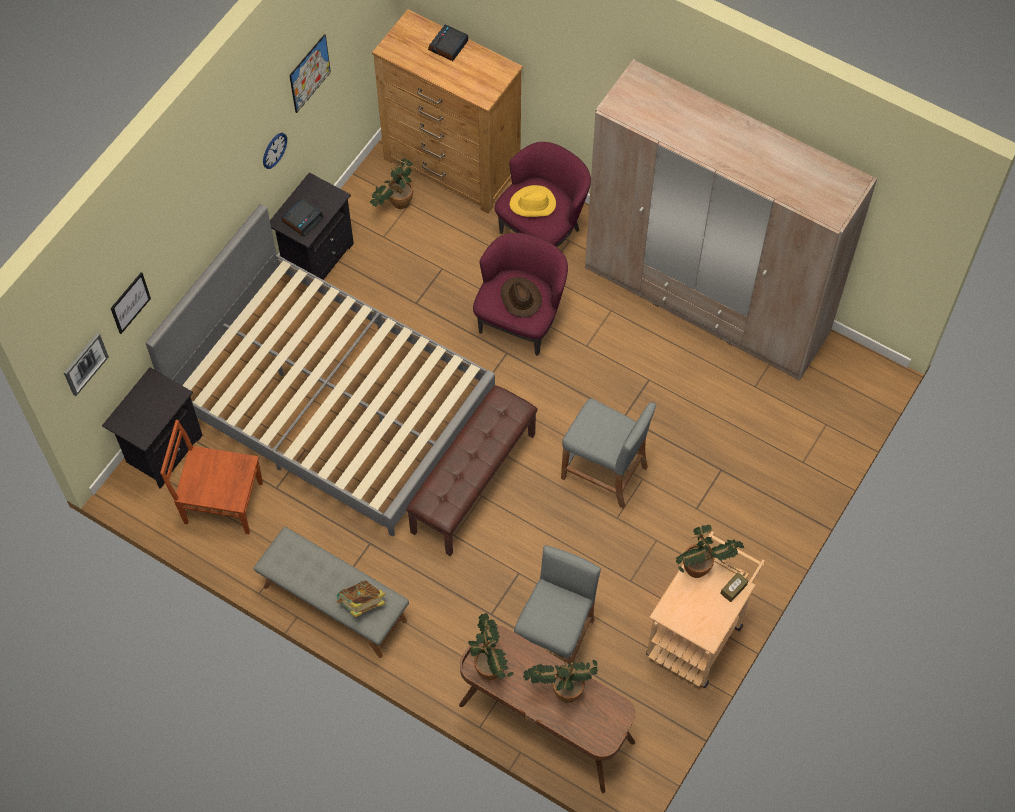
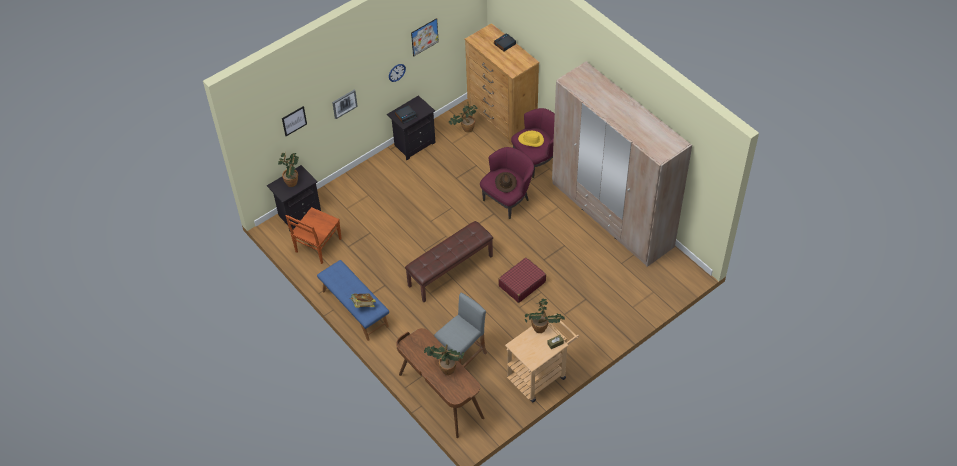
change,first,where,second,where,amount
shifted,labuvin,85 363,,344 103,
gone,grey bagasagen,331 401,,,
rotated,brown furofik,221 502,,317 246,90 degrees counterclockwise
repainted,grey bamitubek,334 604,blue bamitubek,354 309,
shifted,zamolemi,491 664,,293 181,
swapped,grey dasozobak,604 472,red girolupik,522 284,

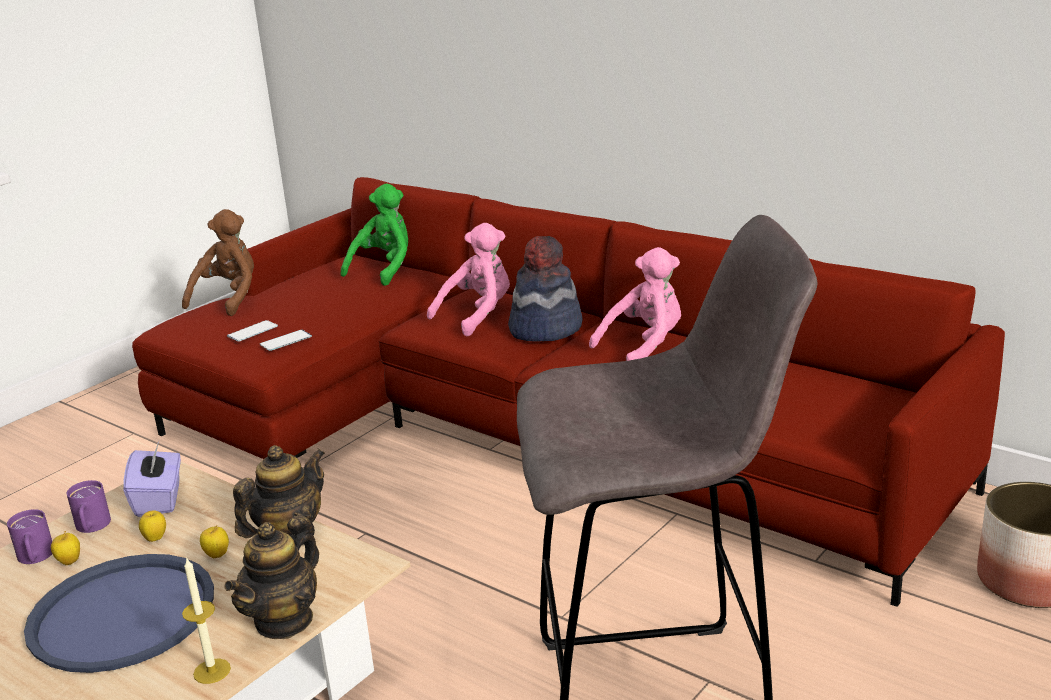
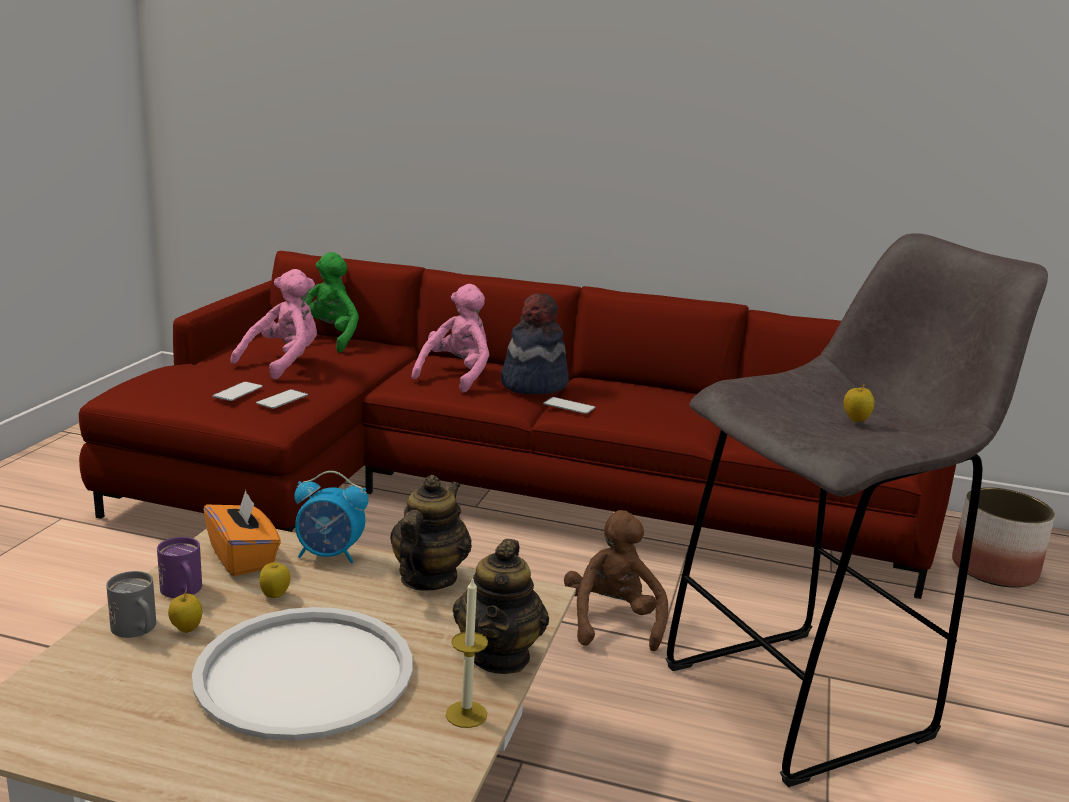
change,first,where,second,where,amount
repainted,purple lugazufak,35 558,grey lugazufak,137 630,
repainted,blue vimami,122 614,white vimami,304 673,
repainted,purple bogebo,159 499,orange bogebo,243 558,
shifted,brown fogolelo,229 298,,612 621,
shifted,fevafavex,217 555,,855 420,
shifted,pink fogolelo,644 347,,283 363,
new,,,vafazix,330 555,
new,,,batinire,569 406,

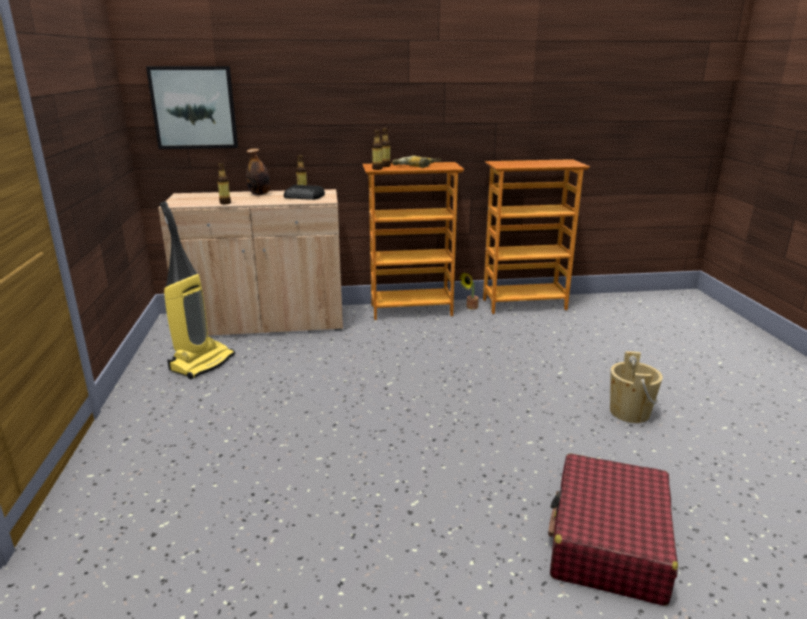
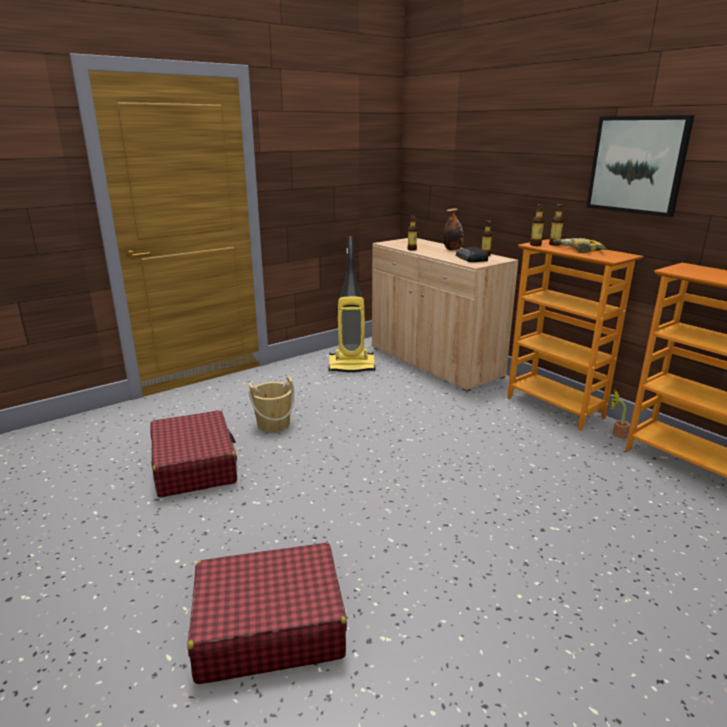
change,first,where,second,where,amount
shifted,labuvin,194 108,,637 165,
shifted,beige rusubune,629 412,,273 424,
new,,,red girolupik,194 465,

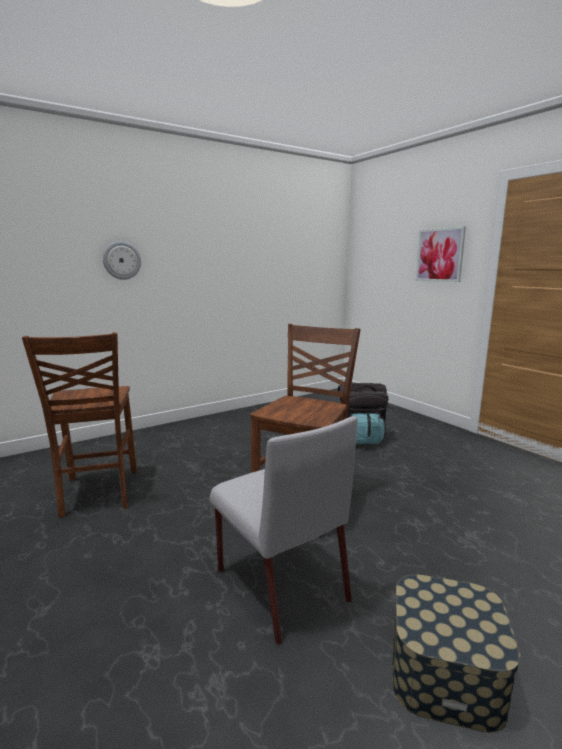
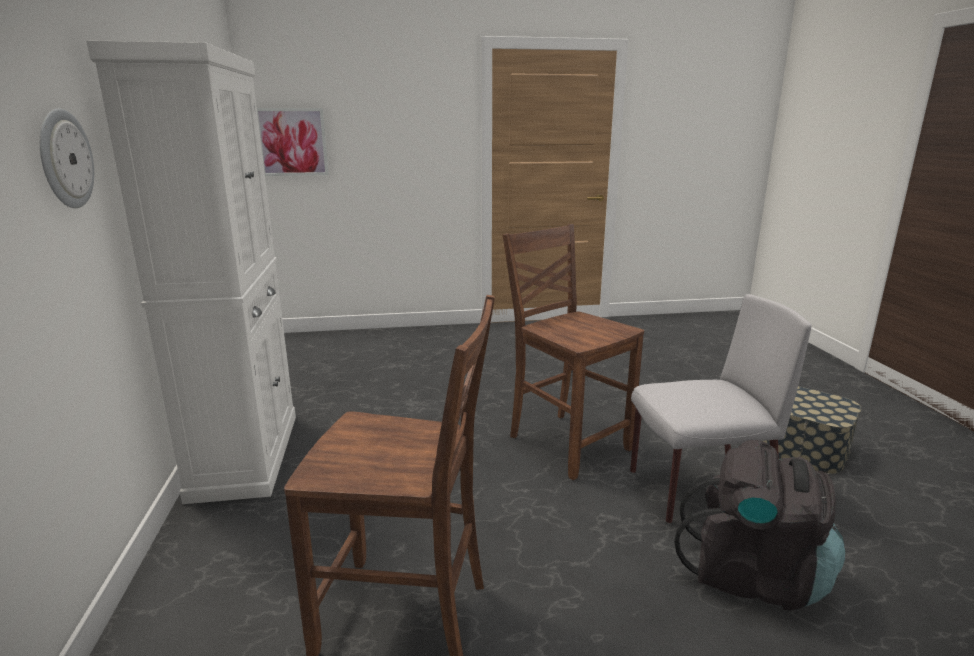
change,first,where,second,where,amount
shifted,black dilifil,360 438,,753 575,
shifted,labuvin,440 255,,292 142,
new,,,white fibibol,246 454,

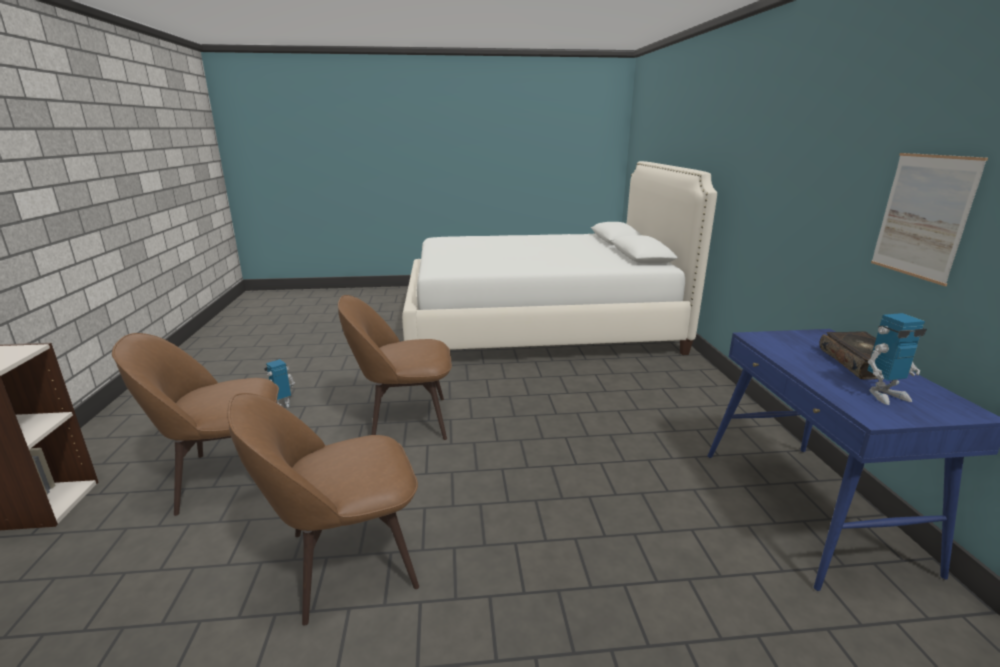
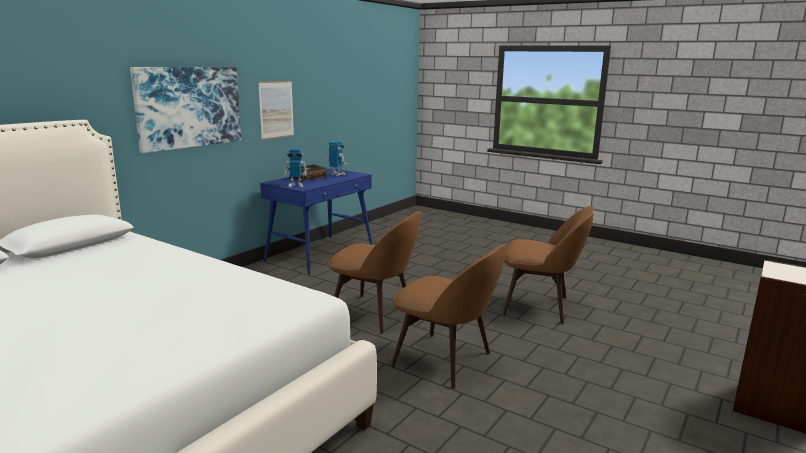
change,first,where,second,where,amount
shifted,brown furofik,227 477,,374 314,
shifted,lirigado,282 405,,296 185,
new,,,labuvin,189 107,

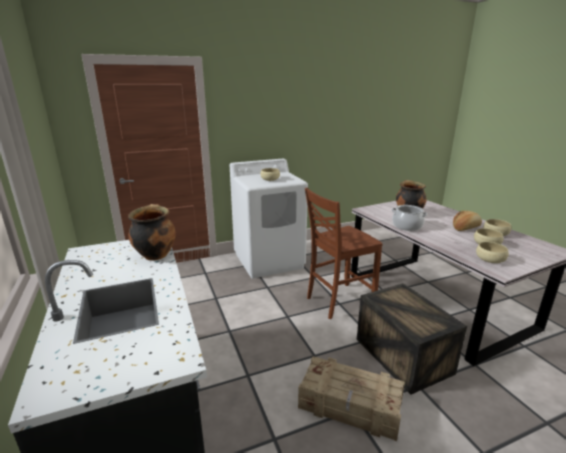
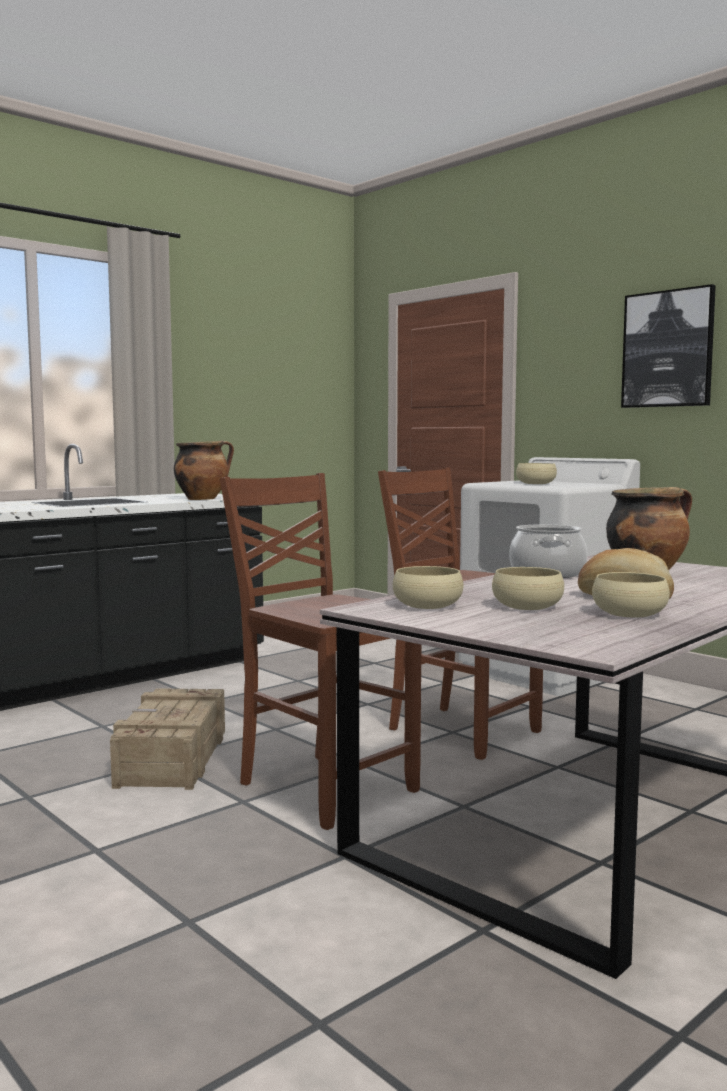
change,first,where,second,where,amount
swapped,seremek,401 355,brown furofik,324 787,
new,,,labuvin,668 349,

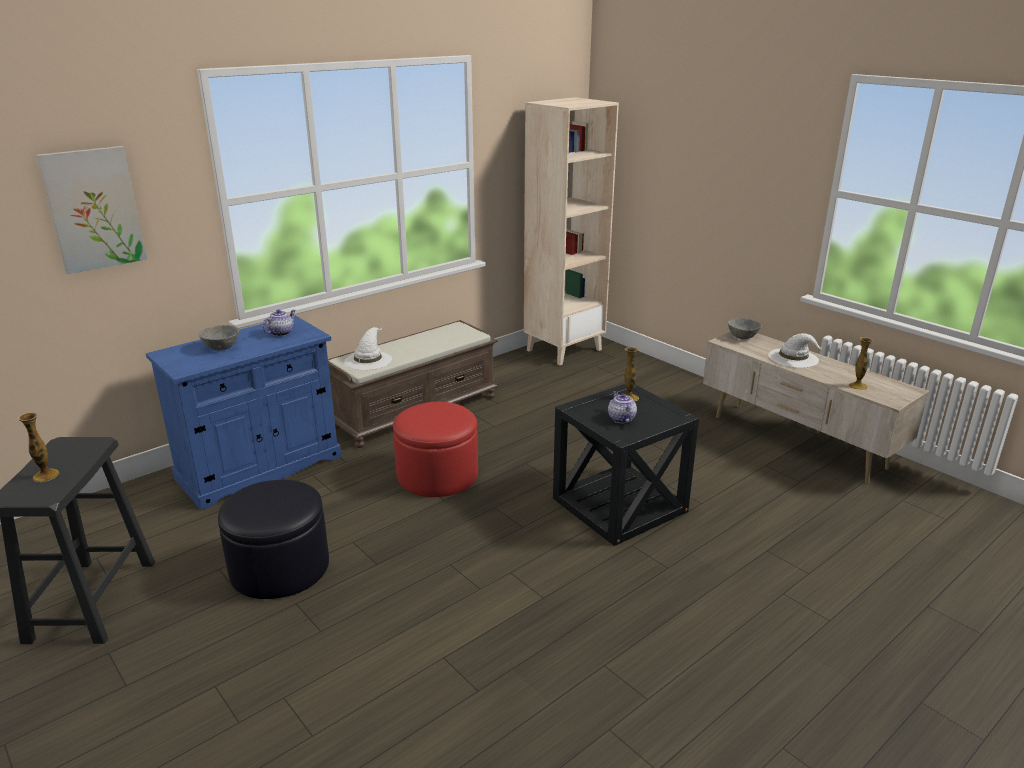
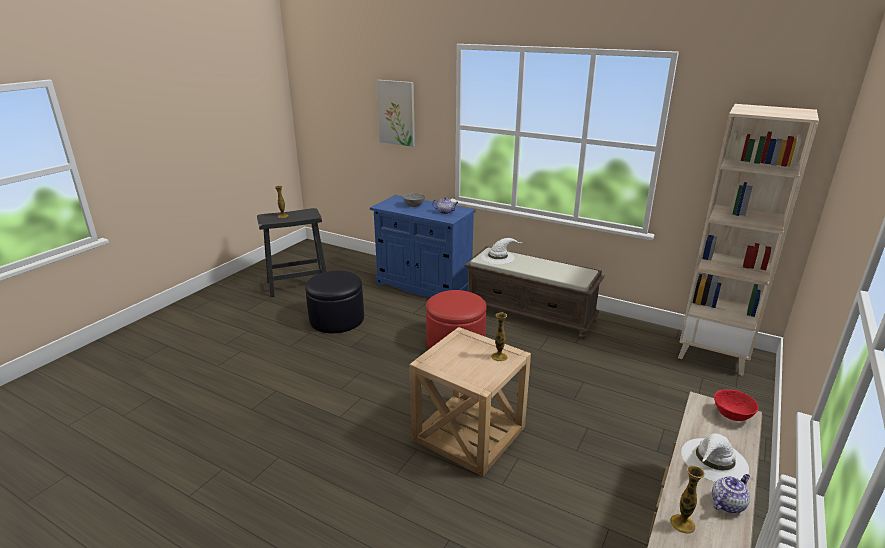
change,first,where,second,where,amount
repainted,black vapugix,619 505,beige vapugix,469 433,
shifted,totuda,621 418,,727 503,
repainted,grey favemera,742 337,red favemera,732 415,

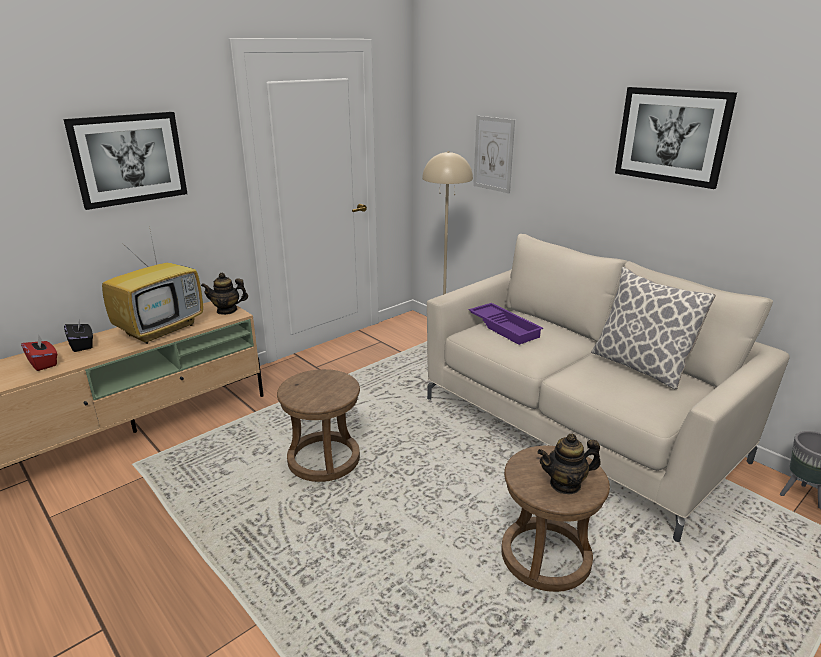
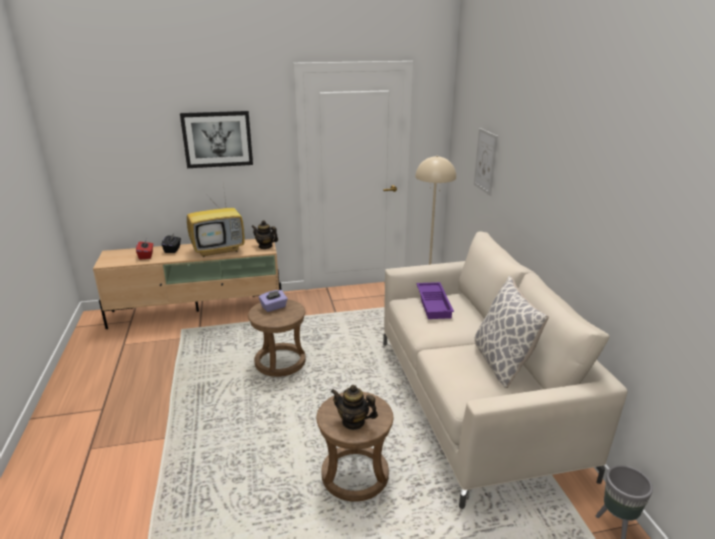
change,first,where,second,where,amount
gone,labuvin,672 136,,,
new,,,purple bogebo,274 307,

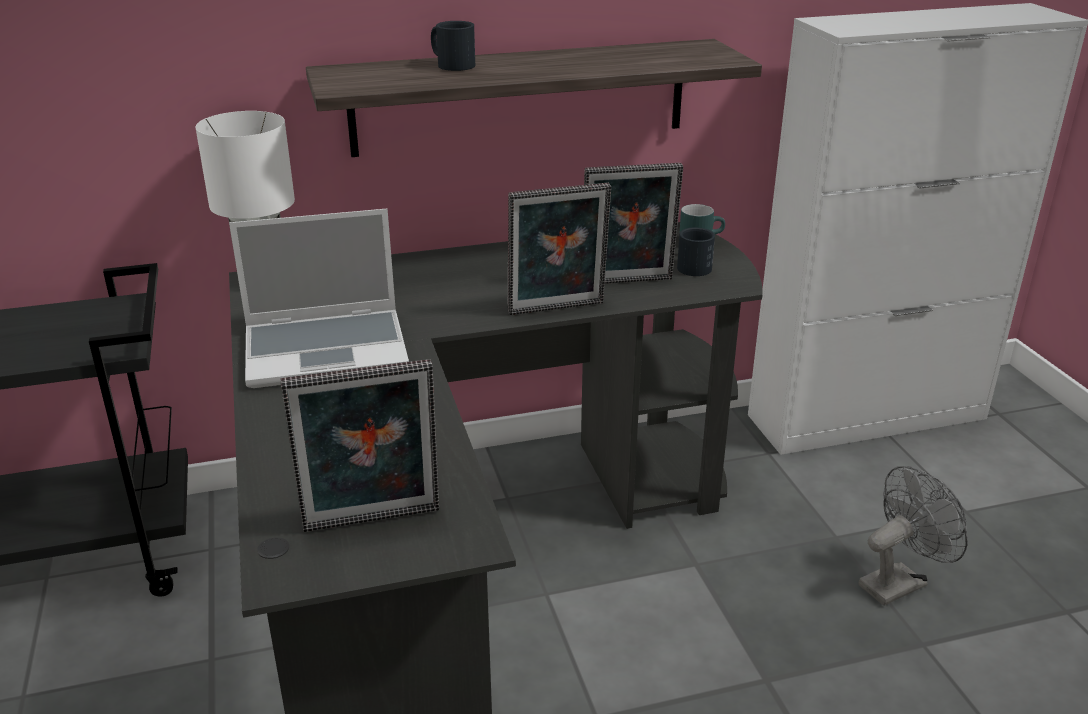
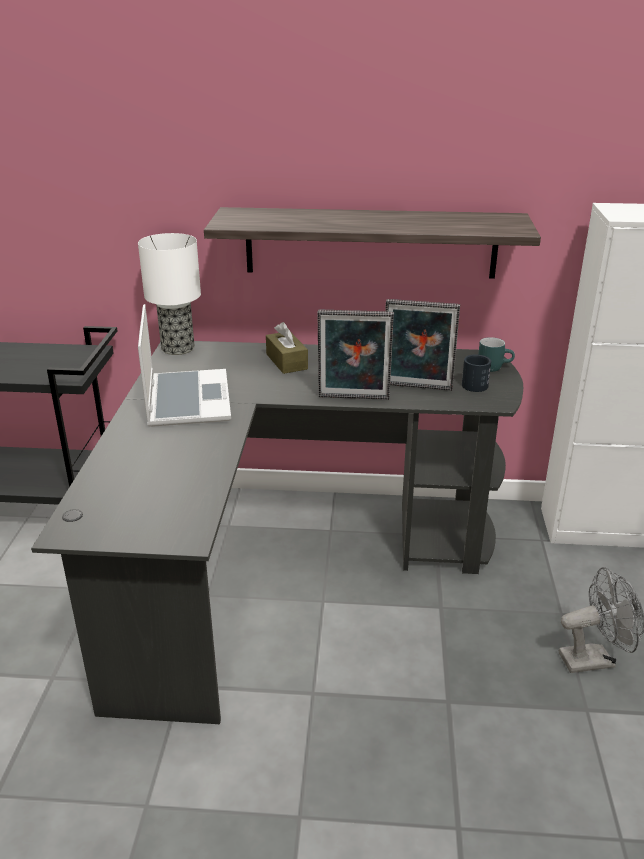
change,first,where,second,where,amount
rotated,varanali,328 349,,186 399,105 degrees counterclockwise
gone,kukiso,372 523,,,
gone,black lugazufak,451 64,,,
new,,,brown bogebo,286 361,

